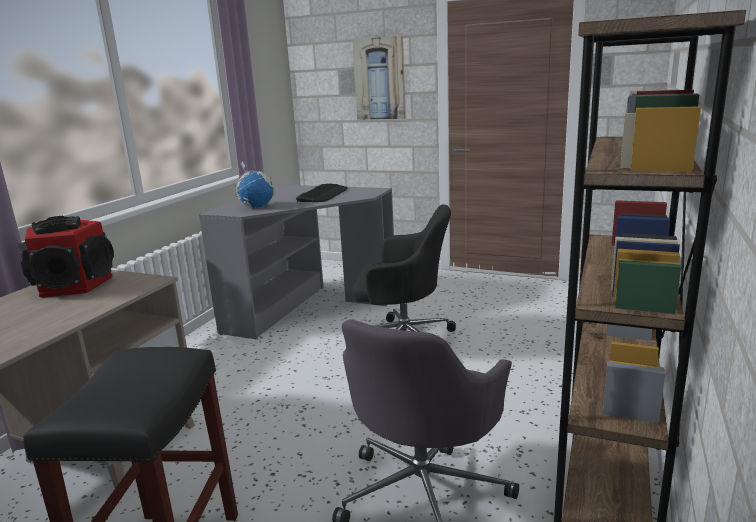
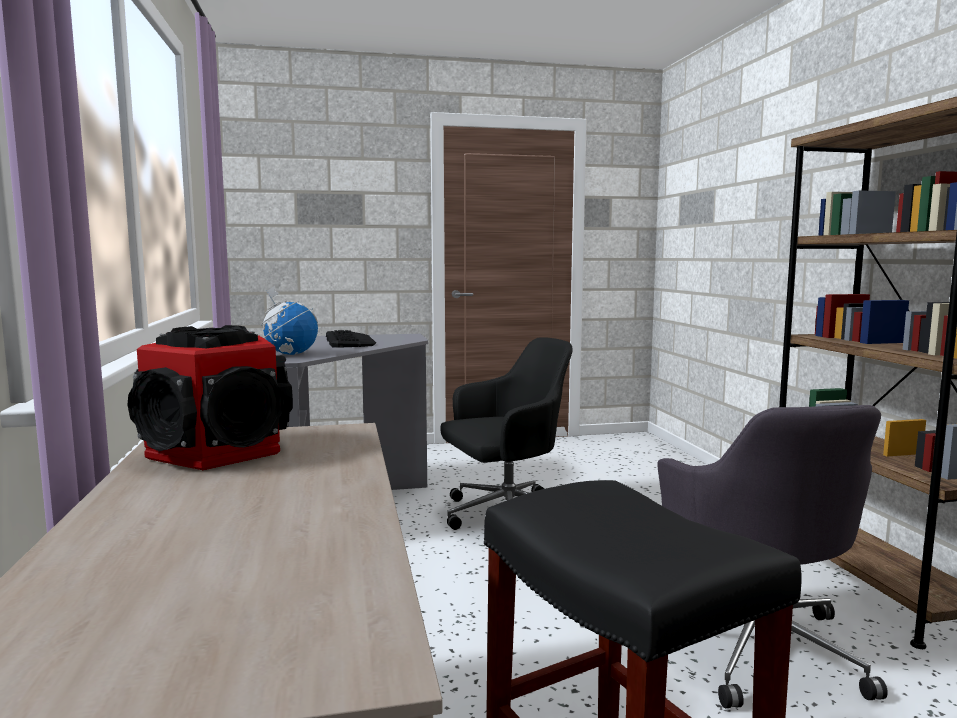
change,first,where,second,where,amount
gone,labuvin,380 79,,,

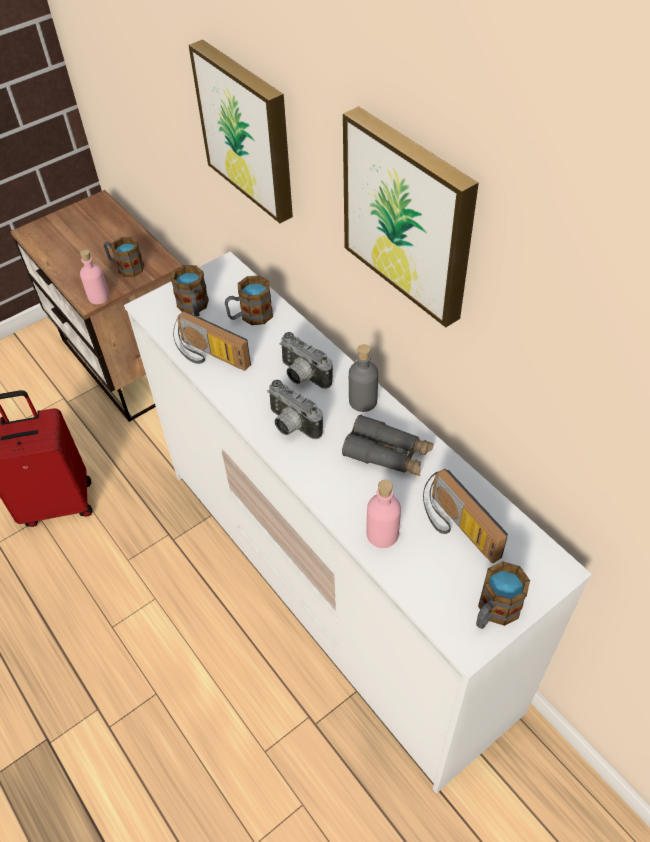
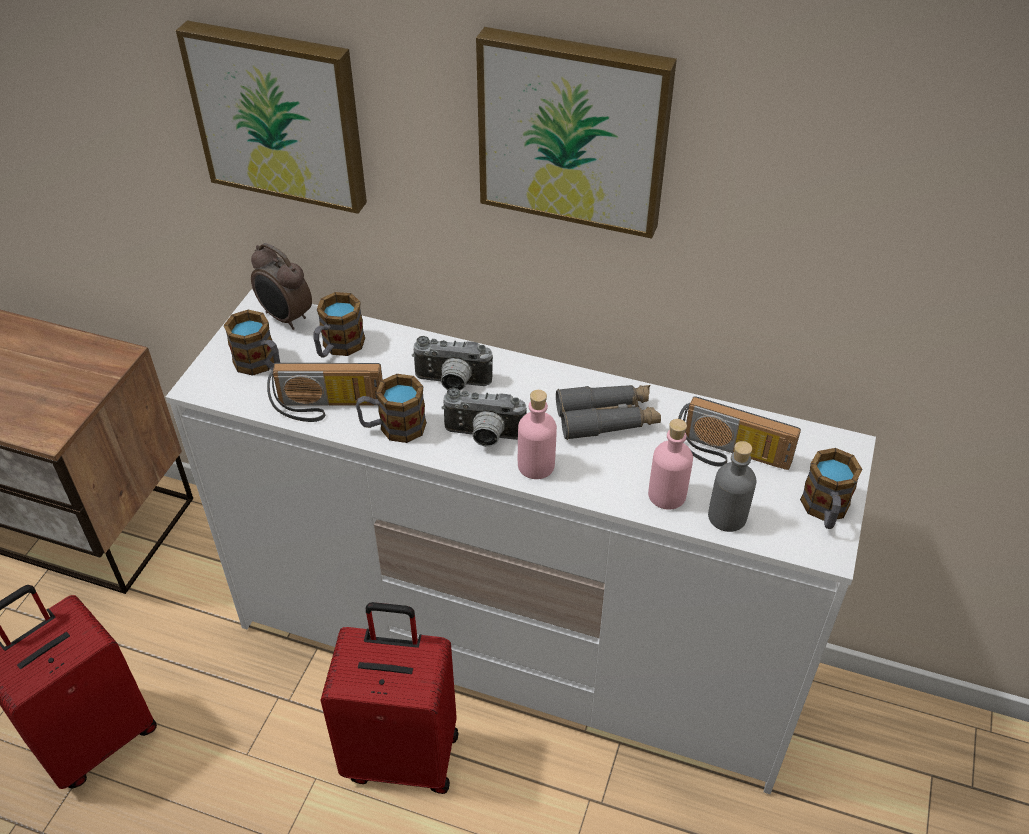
change,first,where,second,where,amount
shifted,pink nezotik,99 297,,536 465,
shifted,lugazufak,125 267,,393 427,
shifted,grey nezotik,363 401,,727 517,
new,,,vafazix,285 318,
new,,,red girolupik,403 754,

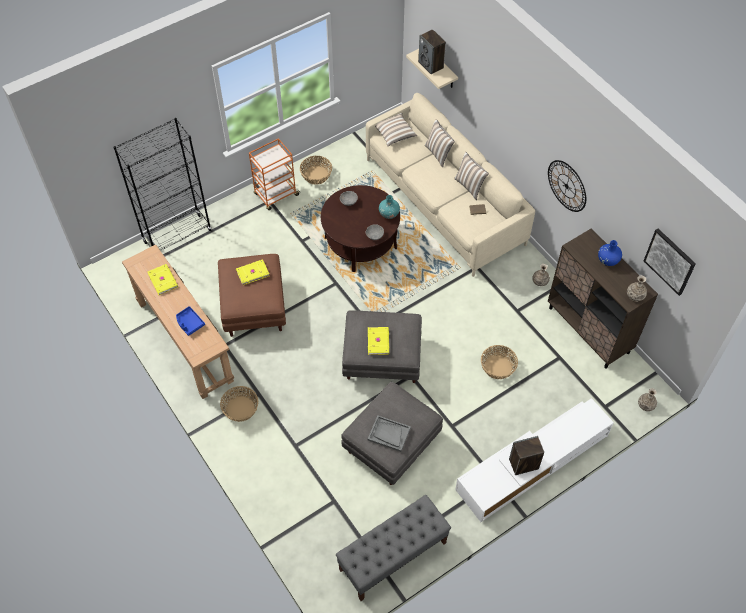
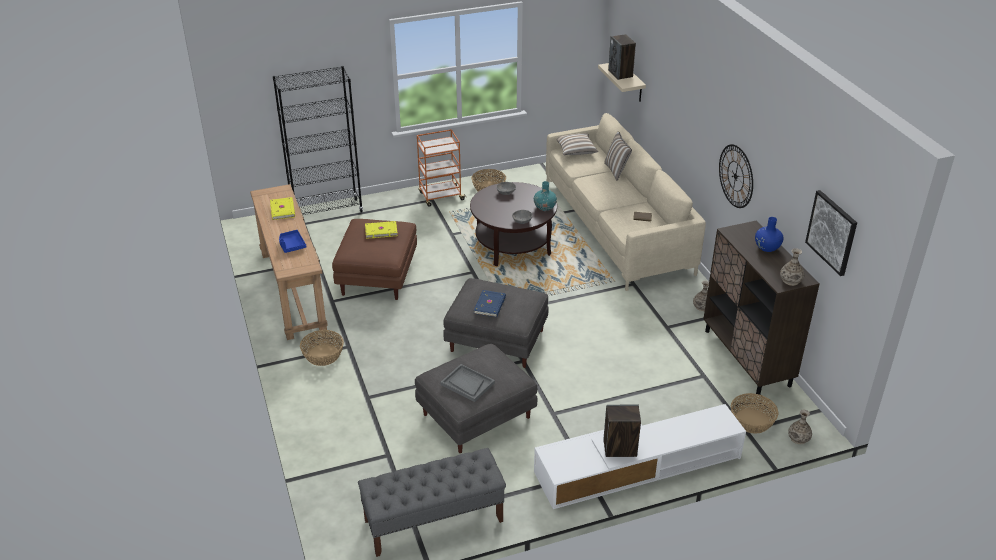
change,first,where,second,where,amount
repainted,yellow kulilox,379 341,blue kulilox,490 305,
gone,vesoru,470 186,,,
shifted,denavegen,498 367,,752 421,

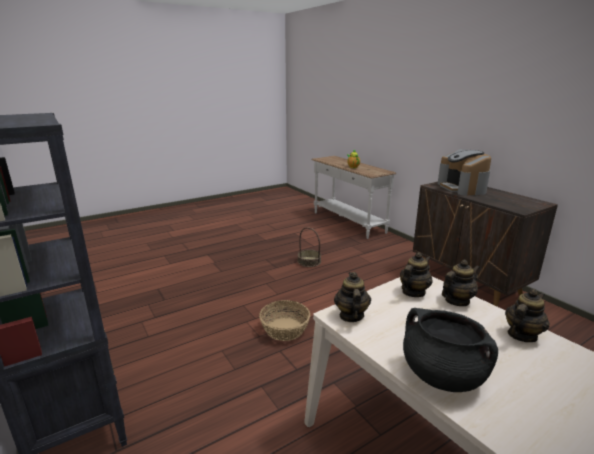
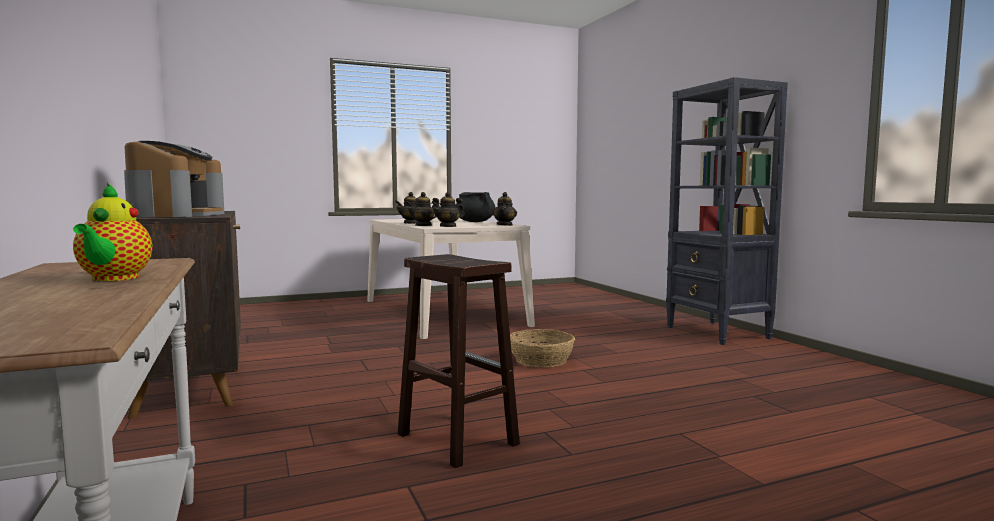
change,first,where,second,where,amount
swapped,denavegen,309 261,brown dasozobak,455 439,

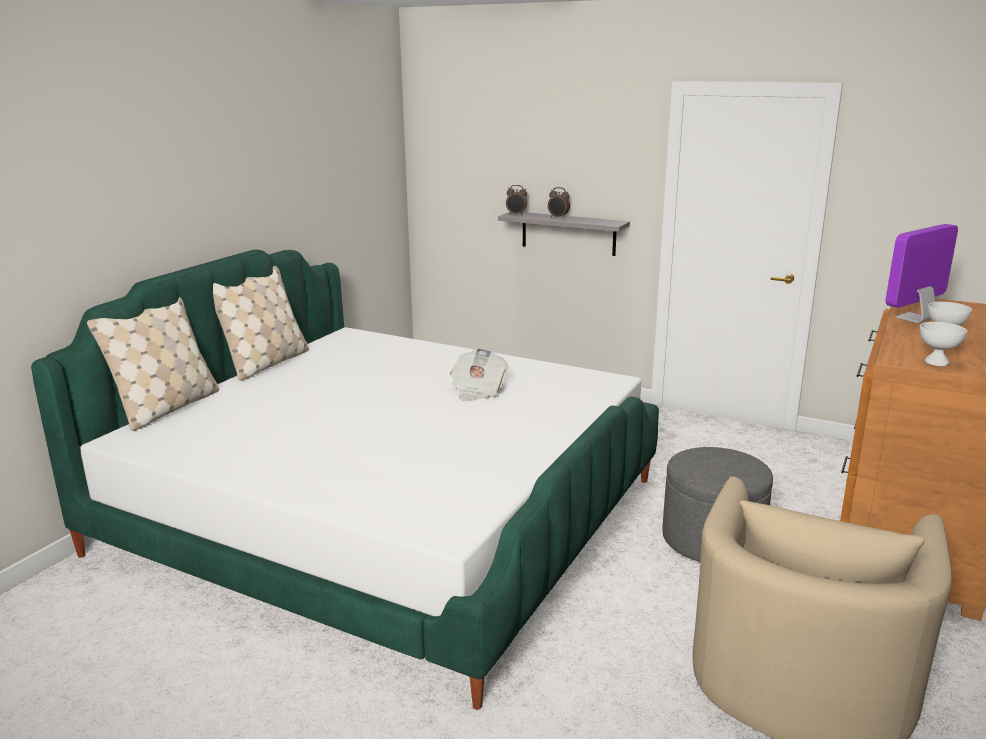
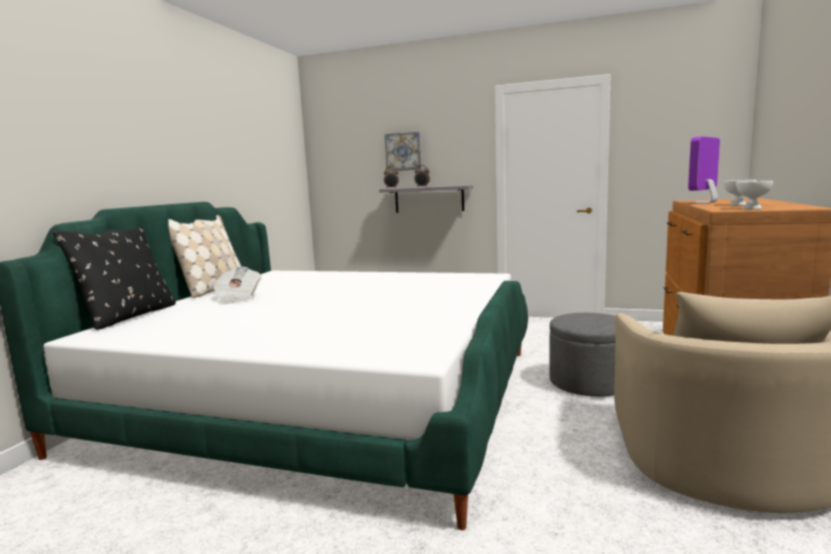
change,first,where,second,where,amount
repainted,beige vesoru,167 408,black vesoru,129 316,
shifted,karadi,477 390,,237 298,
new,,,labuvin,403 151,

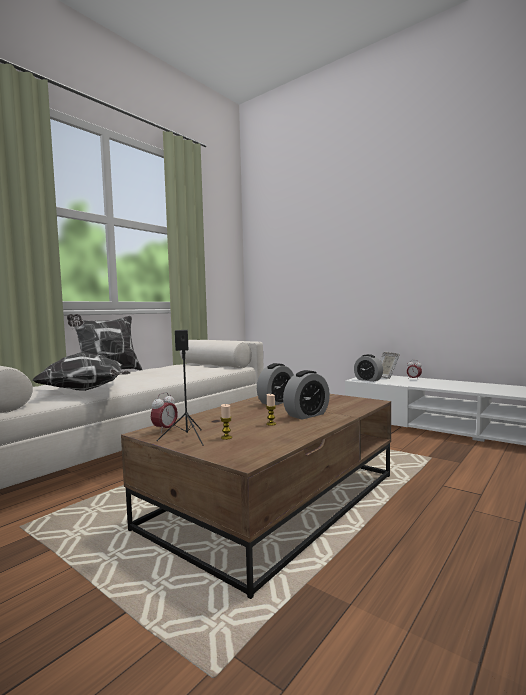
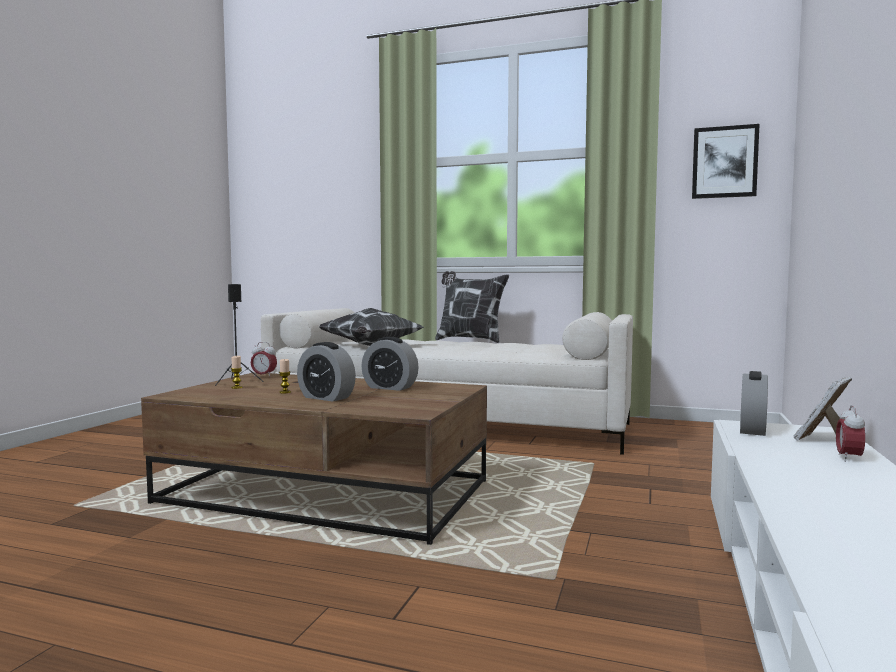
change,first,where,second,where,amount
new,,,labuvin,724 162,

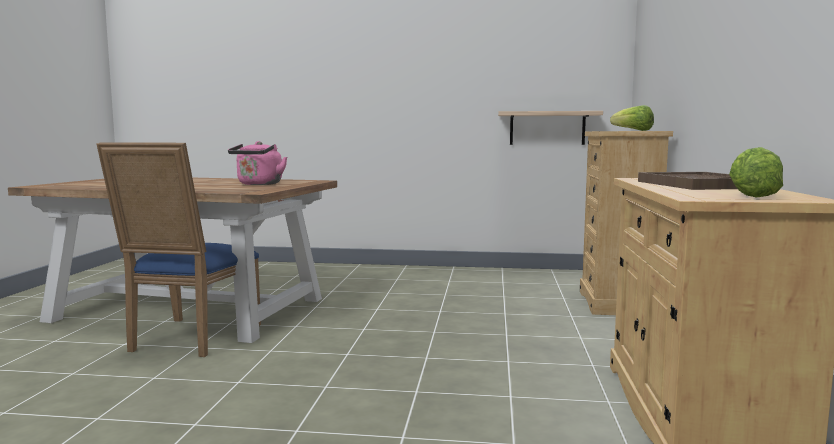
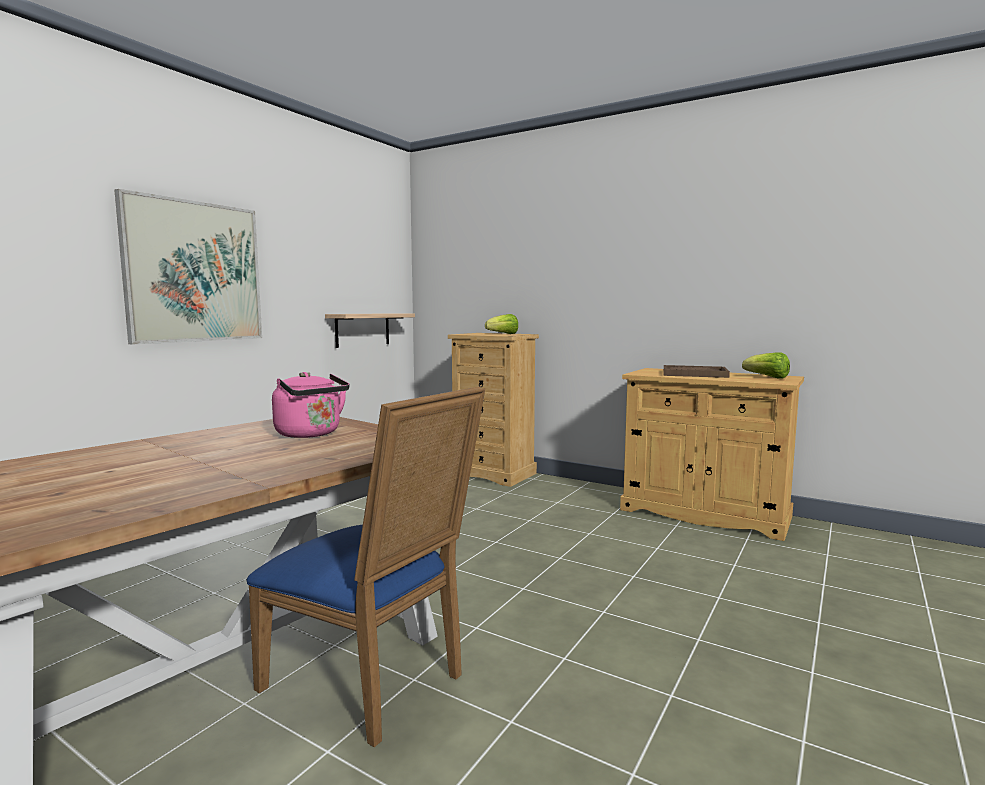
change,first,where,second,where,amount
new,,,labuvin,194 272,

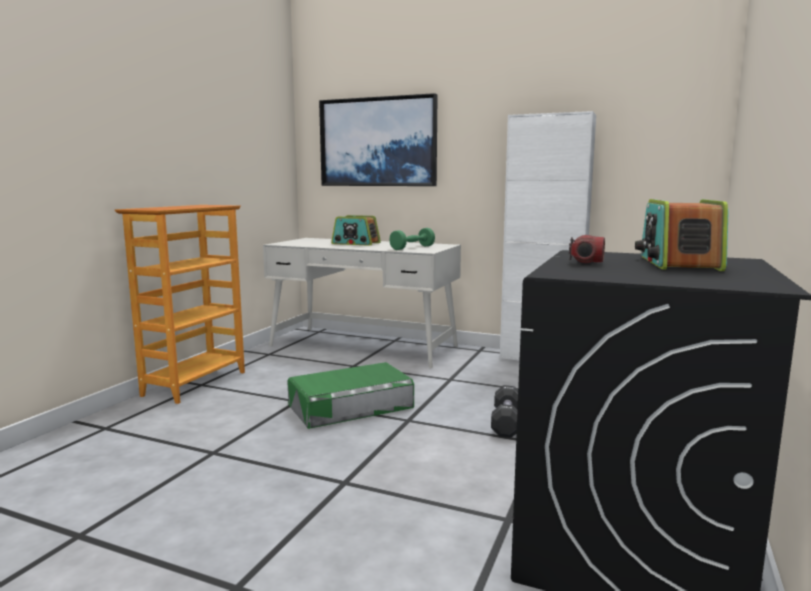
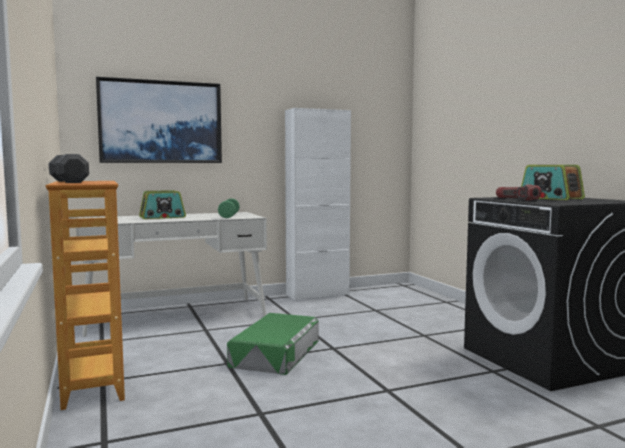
change,first,where,second,where,amount
shifted,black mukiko,506 422,,68 182,

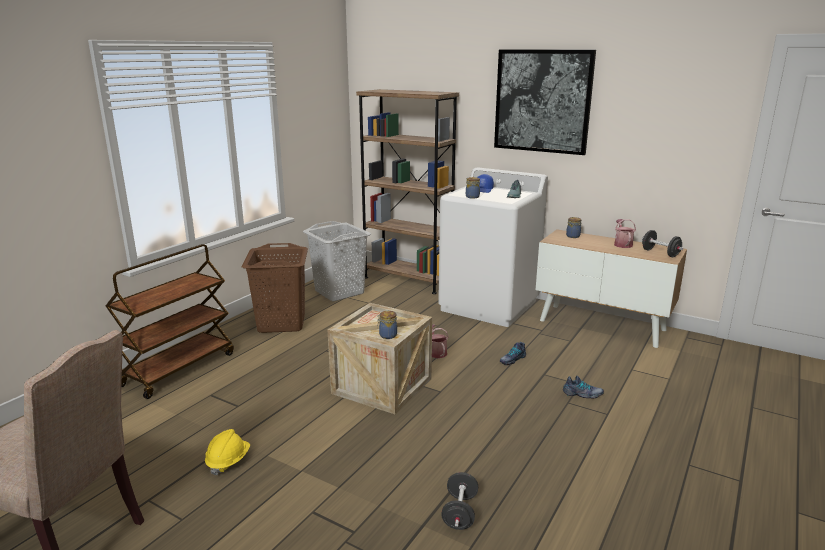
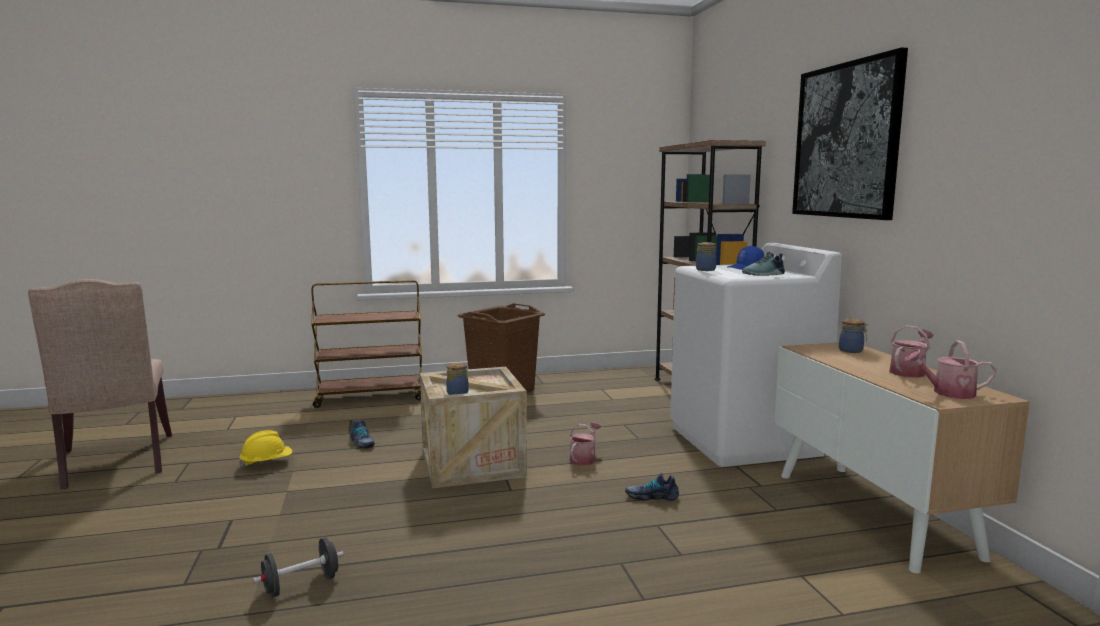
change,first,where,second,where,amount
gone,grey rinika,339 292,,,
shifted,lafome,582 394,,361 443,
swapped,black mukiko,660 253,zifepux,948 393,

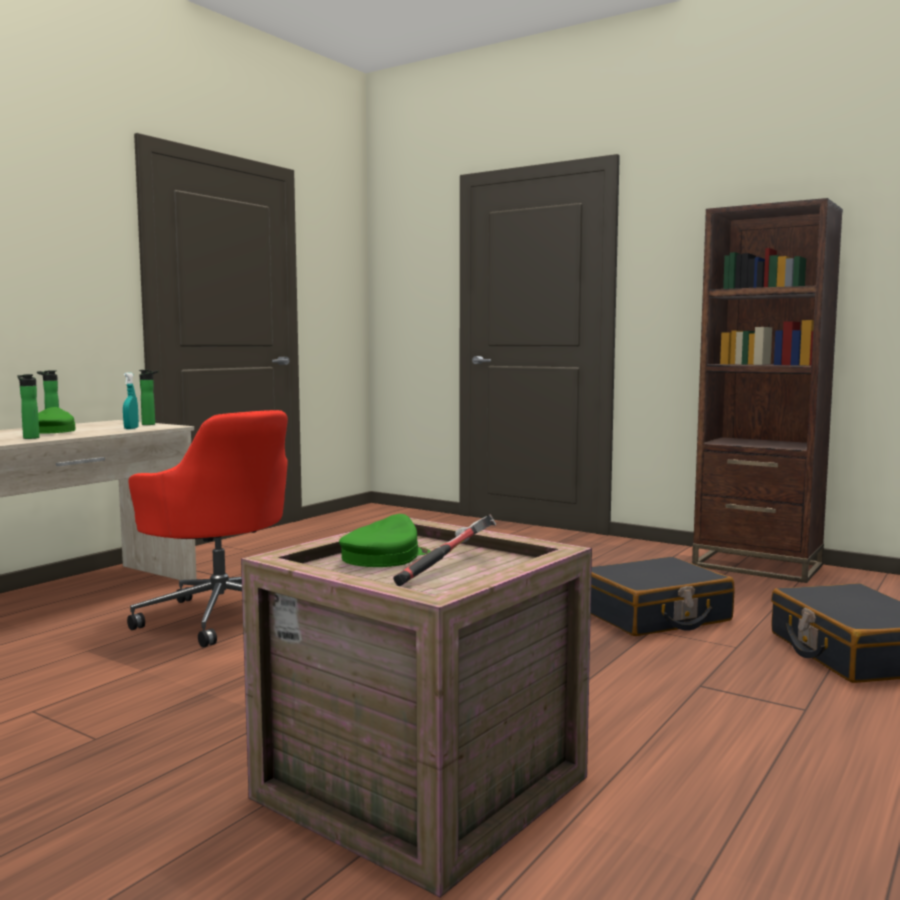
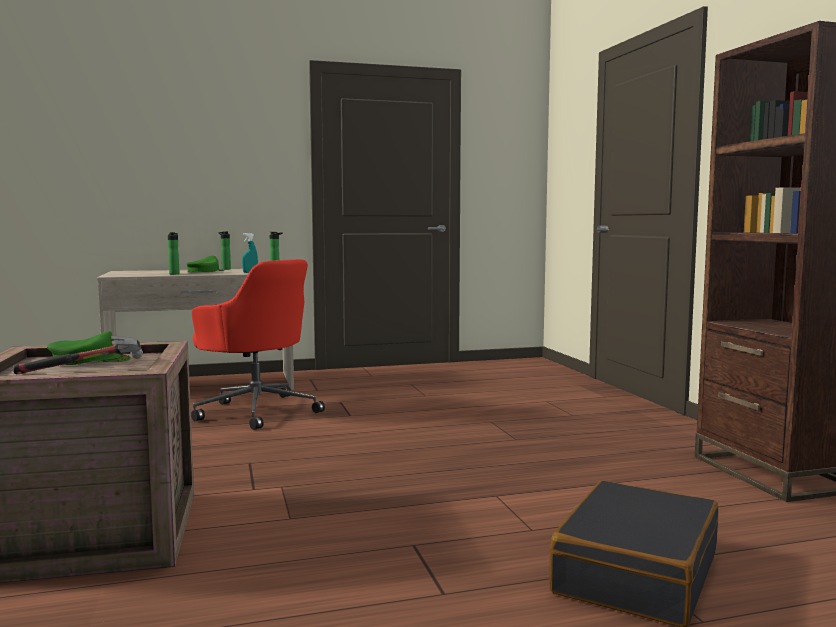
change,first,where,second,where,amount
rotated,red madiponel,221 615,,256 411,45 degrees counterclockwise
gone,black girolupik,655 616,,,

